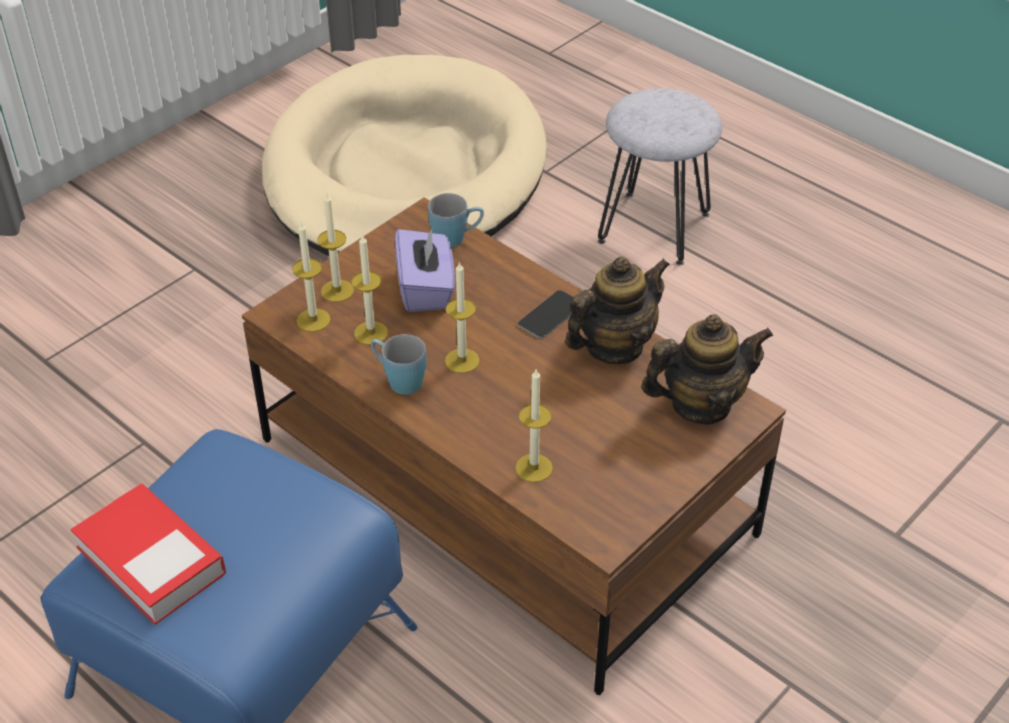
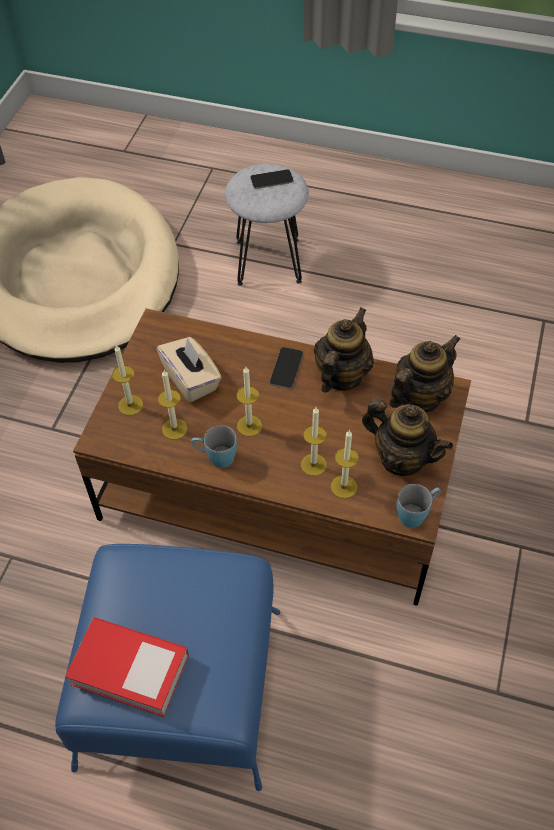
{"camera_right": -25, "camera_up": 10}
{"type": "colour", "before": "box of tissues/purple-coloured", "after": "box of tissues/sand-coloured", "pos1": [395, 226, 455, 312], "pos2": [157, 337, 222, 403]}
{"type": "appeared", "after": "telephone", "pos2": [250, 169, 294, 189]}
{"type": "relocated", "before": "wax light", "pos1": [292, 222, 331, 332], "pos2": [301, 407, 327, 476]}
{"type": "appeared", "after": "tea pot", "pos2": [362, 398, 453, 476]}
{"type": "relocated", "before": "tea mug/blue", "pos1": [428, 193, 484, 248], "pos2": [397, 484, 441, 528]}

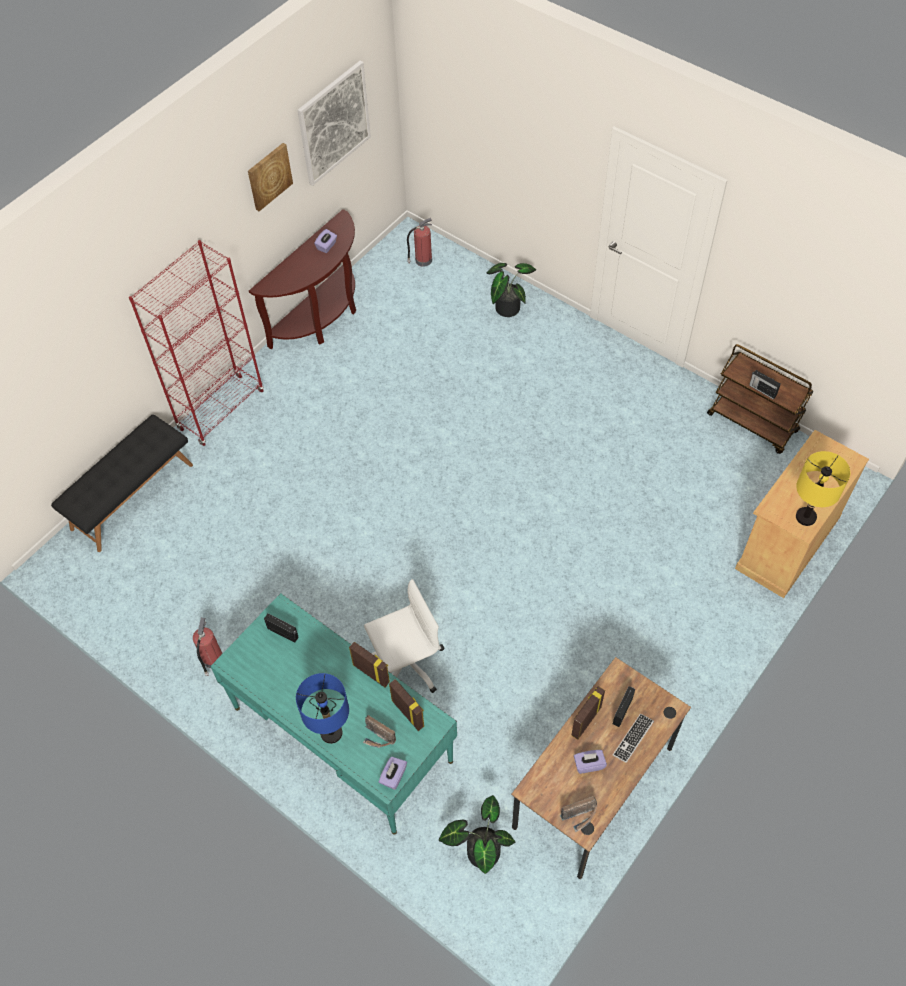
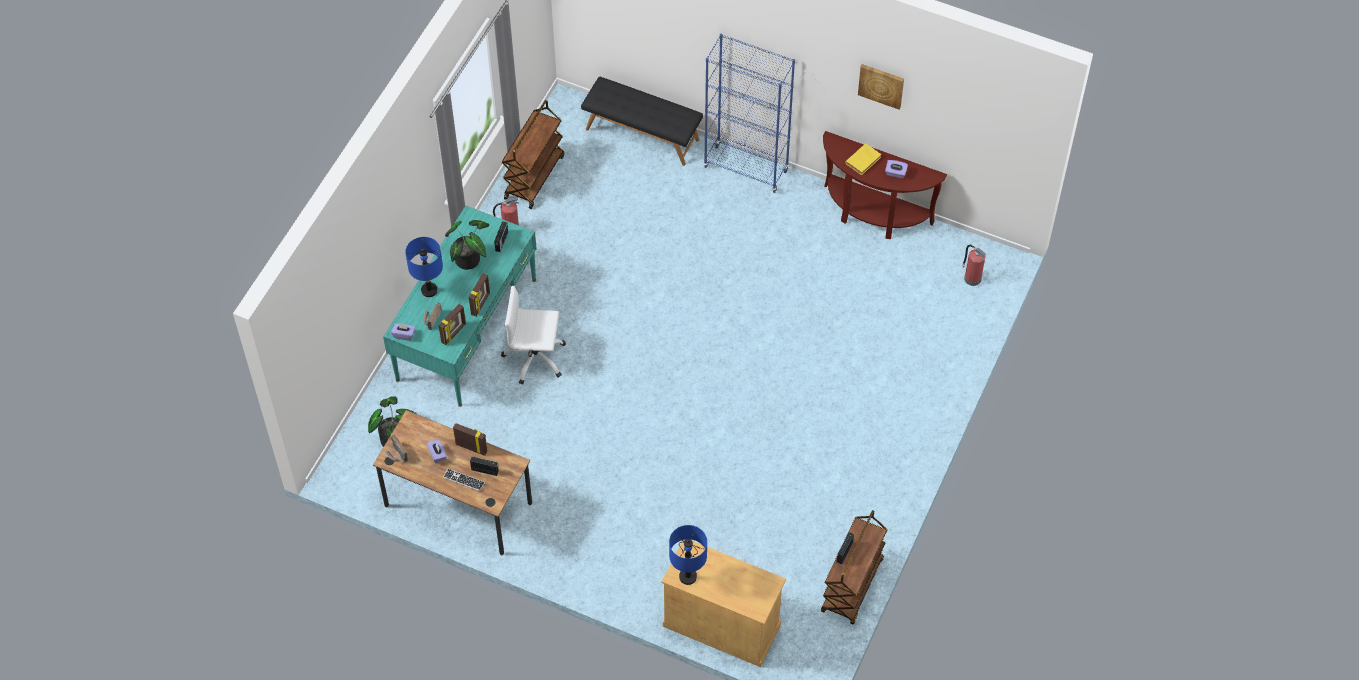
{"camera_right": 75, "camera_up": 0}
{"type": "relocated", "before": "houseplant", "pos1": [486, 263, 536, 317], "pos2": [445, 220, 489, 270]}
{"type": "spun", "before": "office chair/whitish", "pos1": [364, 579, 444, 693], "pos2": [501, 286, 566, 384], "turn": 135}
{"type": "appeared", "after": "trolley/brownish", "pos2": [502, 100, 564, 209]}
{"type": "colour", "before": "table lamp/yellowish", "after": "table lamp/blue", "pos1": [796, 451, 850, 526], "pos2": [669, 525, 707, 585]}
{"type": "colour", "before": "bookcase/red-coloured", "after": "bookcase/blue", "pos1": [129, 240, 264, 446], "pos2": [704, 34, 795, 193]}
{"type": "appeared", "after": "bound book/yellowish", "pos2": [845, 143, 881, 175]}
{"type": "missing", "before": "wall picture", "pos1": [297, 61, 371, 186]}

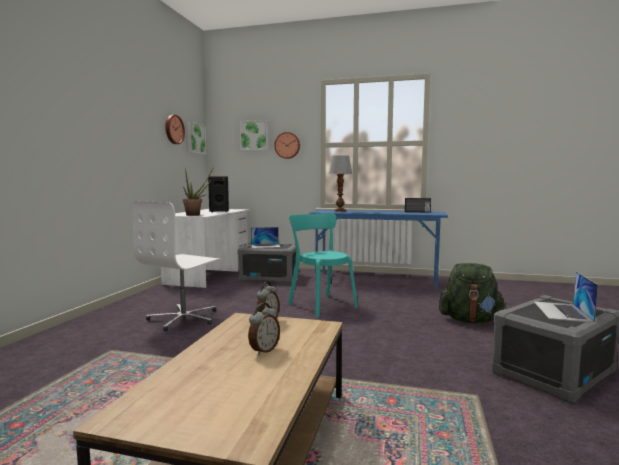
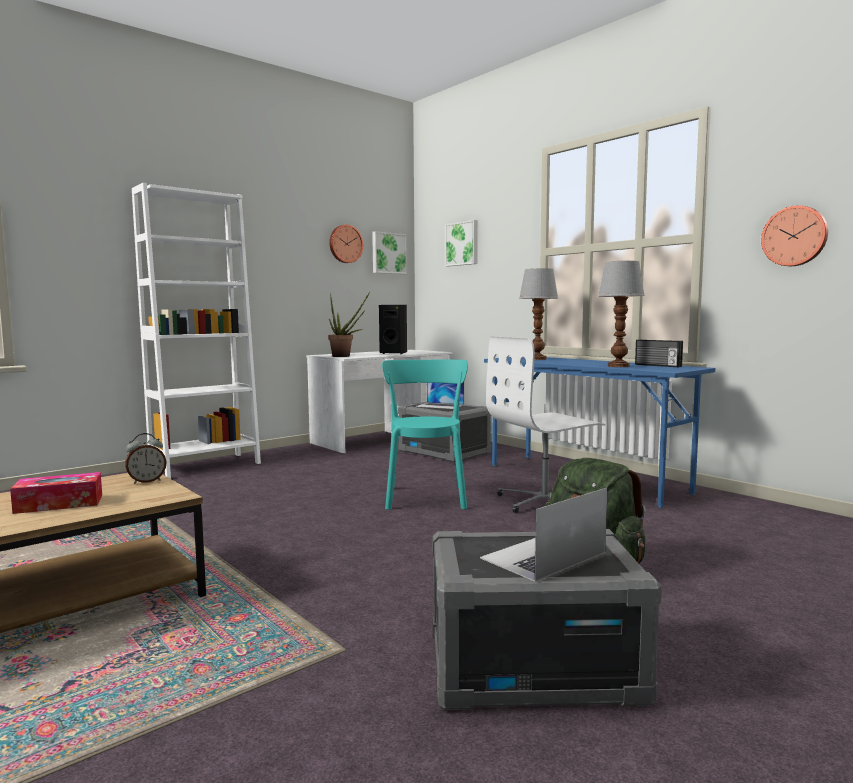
{"camera_right": 35, "camera_up": 0}
{"type": "exchanged", "before": "bedside clock", "after": "box of tissues", "pos1": [248, 303, 280, 355], "pos2": [10, 472, 102, 514]}
{"type": "appeared", "after": "bookcase/whitish", "pos2": [132, 183, 261, 479]}
{"type": "relocated", "before": "office chair/whitish", "pos1": [133, 201, 223, 331], "pos2": [486, 336, 606, 513]}
{"type": "appeared", "after": "table lamp", "pos2": [598, 261, 645, 367]}
{"type": "relocated", "before": "wall clock", "pos1": [274, 132, 300, 159], "pos2": [761, 205, 828, 266]}

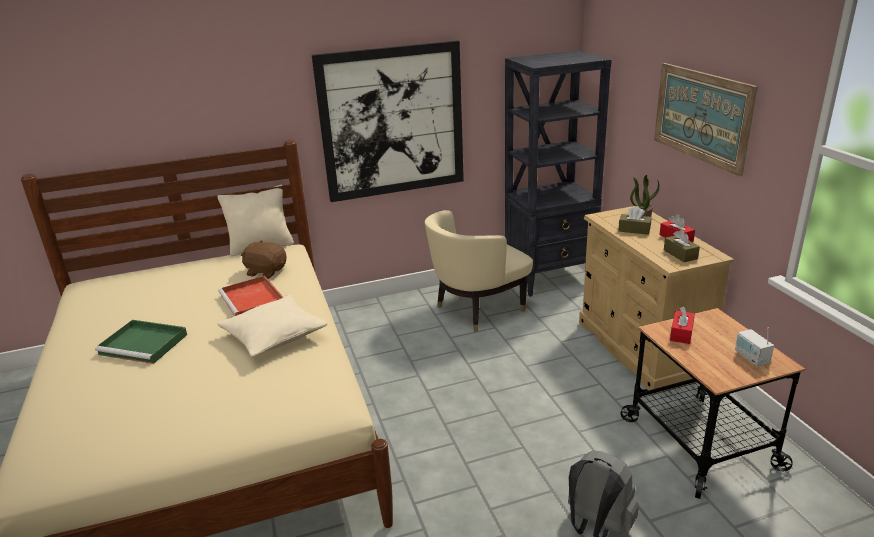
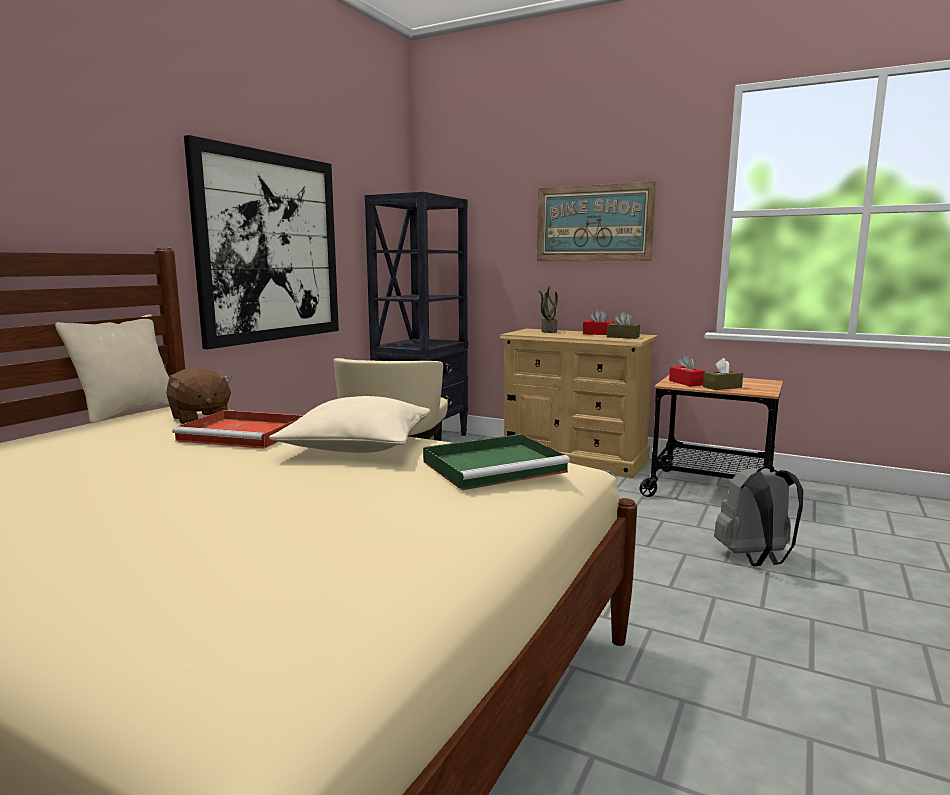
{"camera_right": -45, "camera_up": -15}
{"type": "spun", "before": "soft toy/brownish", "pos1": [241, 240, 286, 279], "pos2": [166, 367, 233, 424], "turn": -105}
{"type": "relocated", "before": "tray/greenish", "pos1": [95, 320, 187, 364], "pos2": [423, 434, 570, 490]}
{"type": "relocated", "before": "box of tissues/brownish", "pos1": [618, 206, 652, 235], "pos2": [703, 358, 743, 390]}
{"type": "missing", "before": "radio receiver", "pos1": [735, 327, 774, 367]}

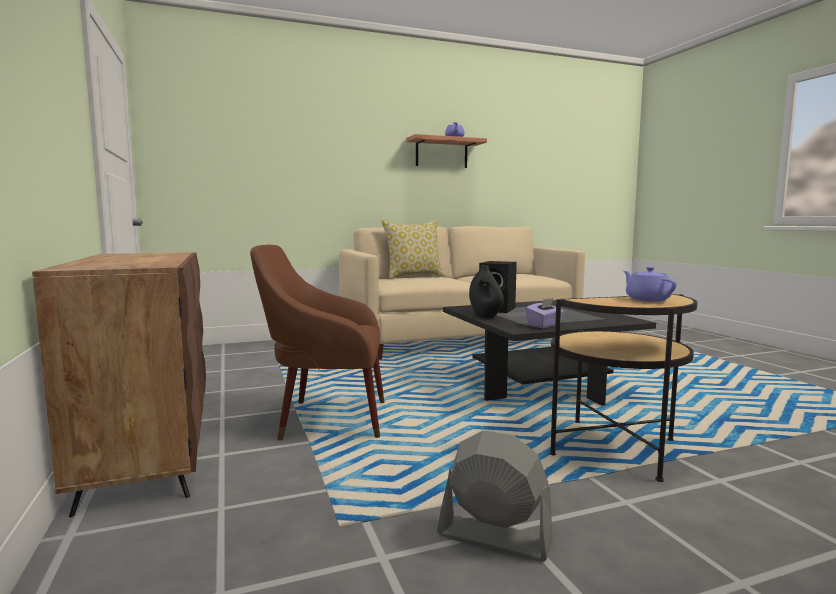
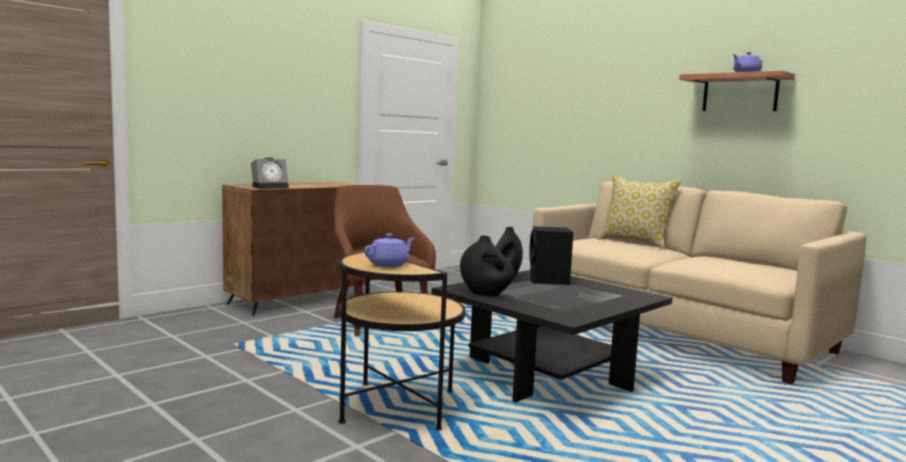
{"camera_right": 65, "camera_up": 0}
{"type": "appeared", "after": "bedside clock", "pos2": [251, 158, 289, 189]}
{"type": "exchanged", "before": "box of tissues/purple-coloured", "after": "vase/black-coloured", "pos1": [526, 298, 564, 328], "pos2": [460, 235, 515, 296]}
{"type": "missing", "before": "fan/gray", "pos1": [437, 431, 553, 562]}

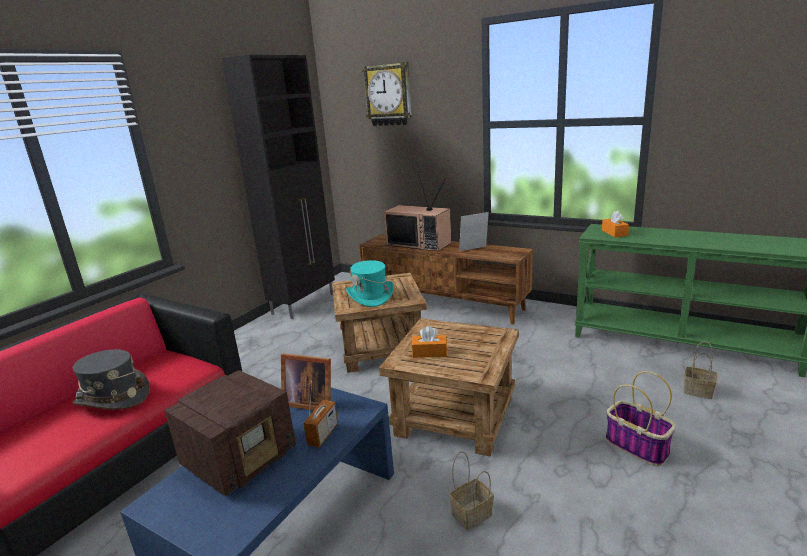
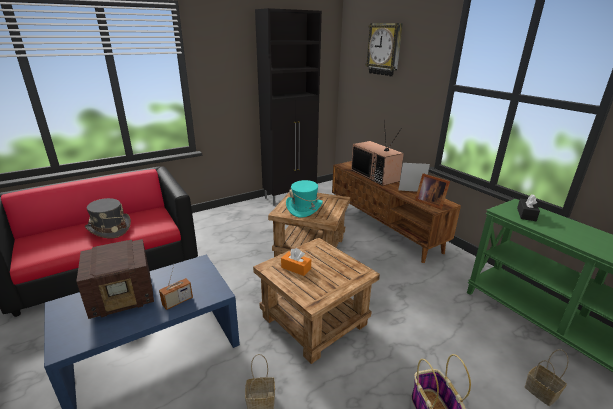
{"camera_right": 25, "camera_up": 5}
{"type": "relocated", "before": "picture frame", "pos1": [281, 353, 331, 411], "pos2": [415, 173, 450, 209]}
{"type": "colour", "before": "box of tissues/orangey", "after": "box of tissues/black-coloured", "pos1": [602, 211, 629, 237], "pos2": [517, 195, 540, 221]}

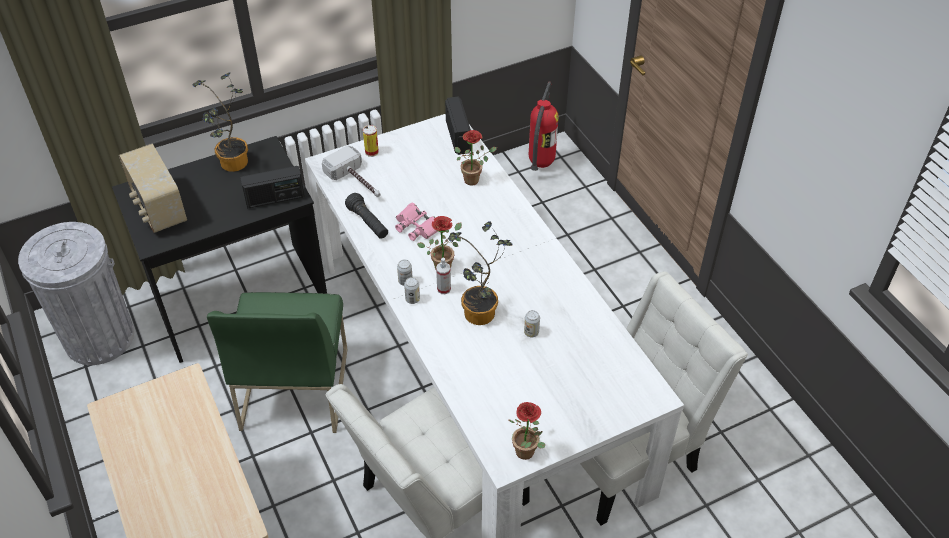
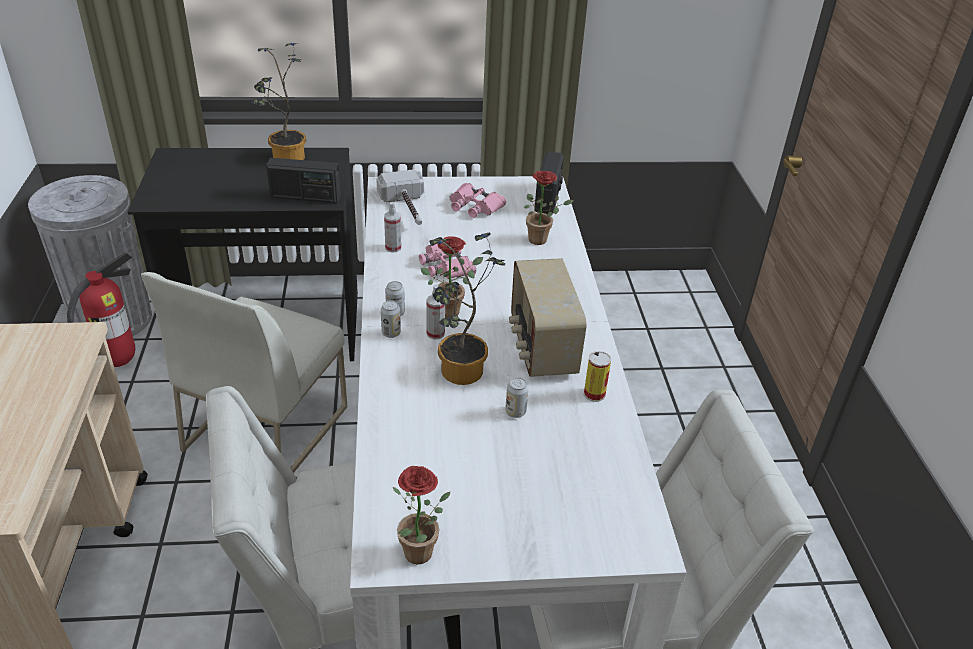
{"camera_right": 20, "camera_up": -10}
{"type": "relocated", "before": "fire extinguisher", "pos1": [529, 81, 559, 171], "pos2": [67, 252, 135, 367]}
{"type": "colour", "before": "plain chair/greenish", "after": "plain chair/whitish", "pos1": [207, 292, 347, 433], "pos2": [141, 272, 347, 473]}
{"type": "exchanged", "before": "hand torch/black-coloured", "after": "sprayer", "pos1": [345, 193, 388, 239], "pos2": [384, 202, 401, 253]}
{"type": "appeared", "after": "pair of binoculars/pinkish", "pos2": [449, 183, 506, 218]}
{"type": "relocated", "before": "radio receiver", "pos1": [119, 144, 187, 233], "pos2": [509, 258, 586, 377]}
{"type": "relocated", "before": "can", "pos1": [363, 125, 379, 157], "pos2": [584, 351, 612, 402]}

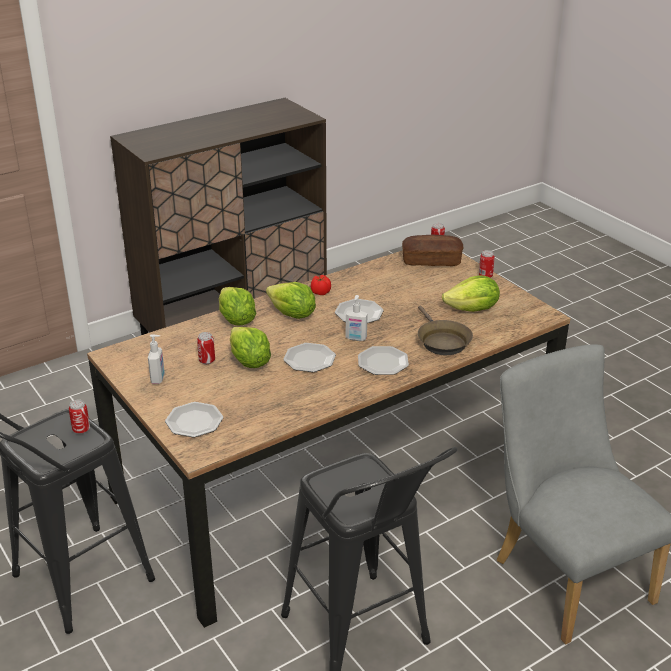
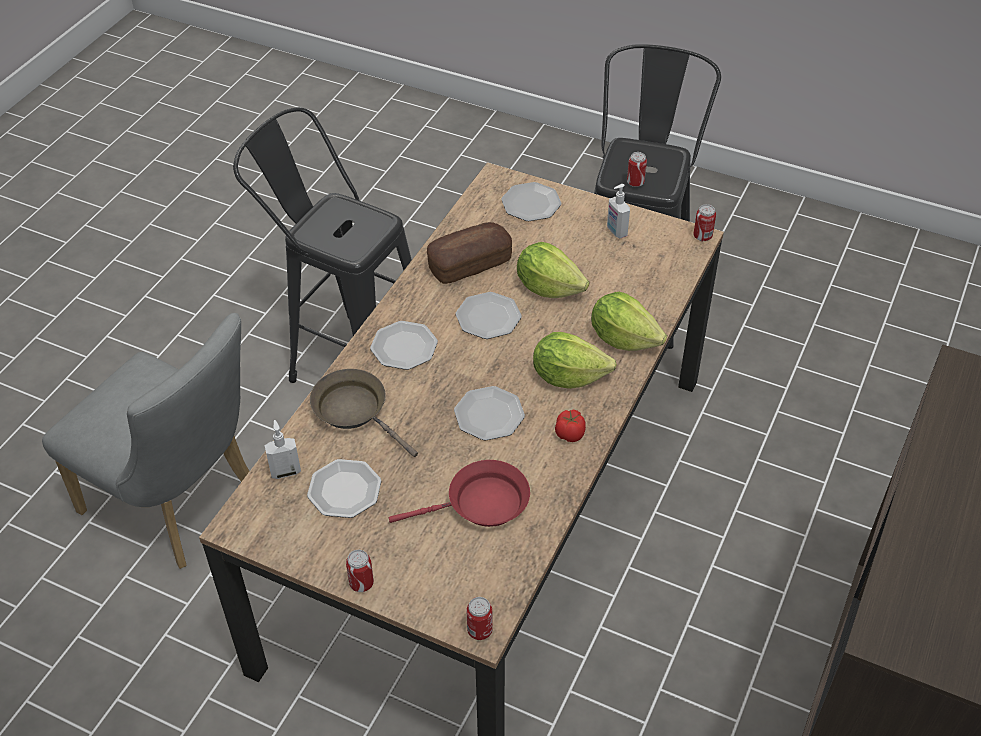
{"camera_right": 150, "camera_up": 15}
{"type": "relocated", "before": "soap dispenser", "pos1": [346, 295, 367, 341], "pos2": [265, 420, 301, 479]}
{"type": "exchanged", "before": "lettuce head", "after": "flat dish", "pos1": [442, 275, 500, 312], "pos2": [307, 459, 381, 518]}
{"type": "appeared", "after": "frying pan/red-coloured", "pos2": [389, 460, 530, 527]}
{"type": "relocated", "before": "bread", "pos1": [402, 235, 464, 266], "pos2": [427, 222, 512, 284]}
{"type": "relocated", "before": "can", "pos1": [197, 332, 215, 364], "pos2": [693, 204, 716, 241]}

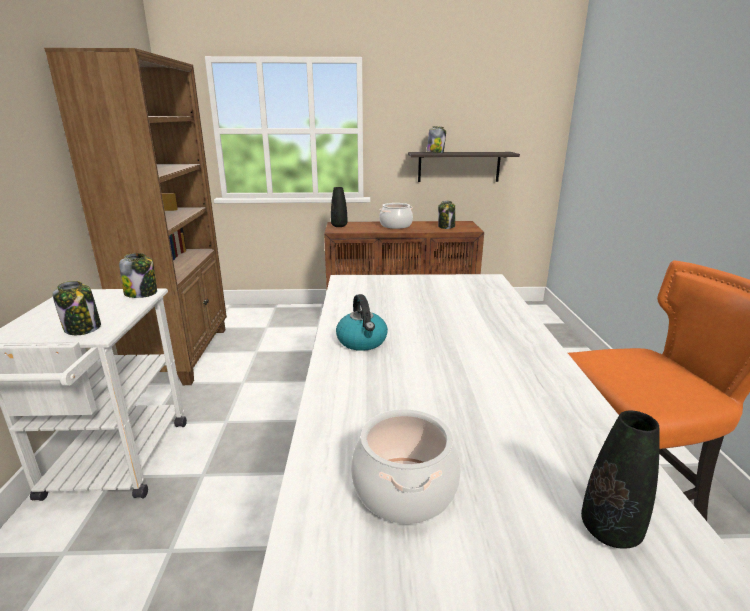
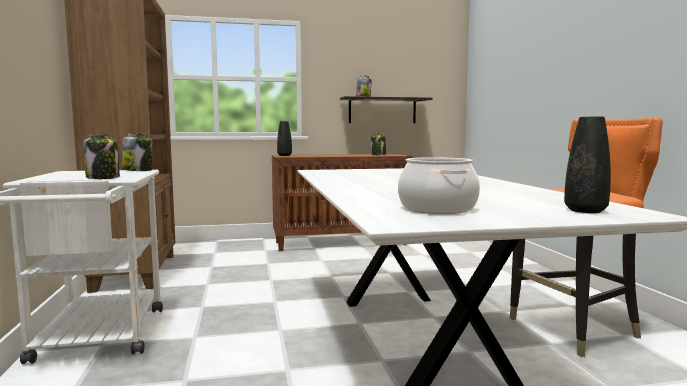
{"camera_right": -10, "camera_up": -15}
{"type": "missing", "before": "kettle", "pos1": [336, 294, 388, 351]}
{"type": "missing", "before": "saucepot", "pos1": [379, 203, 413, 229]}

